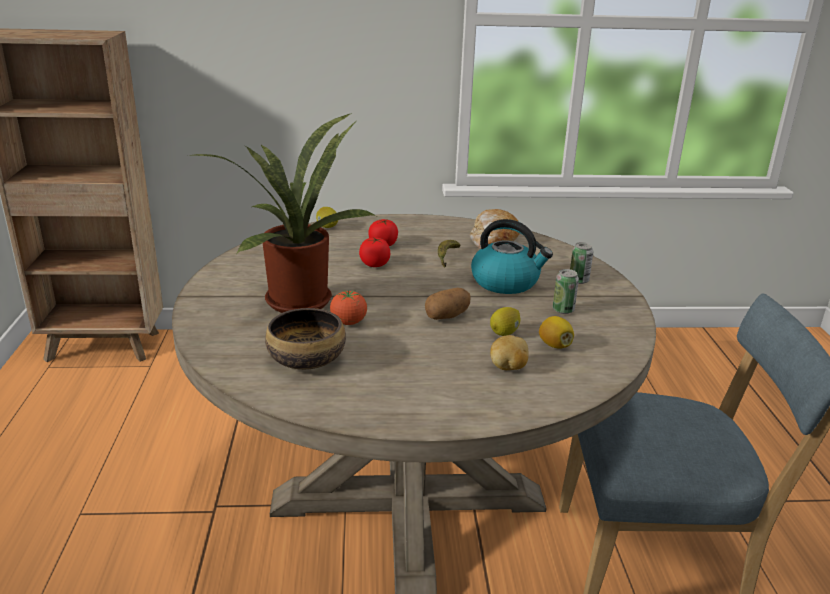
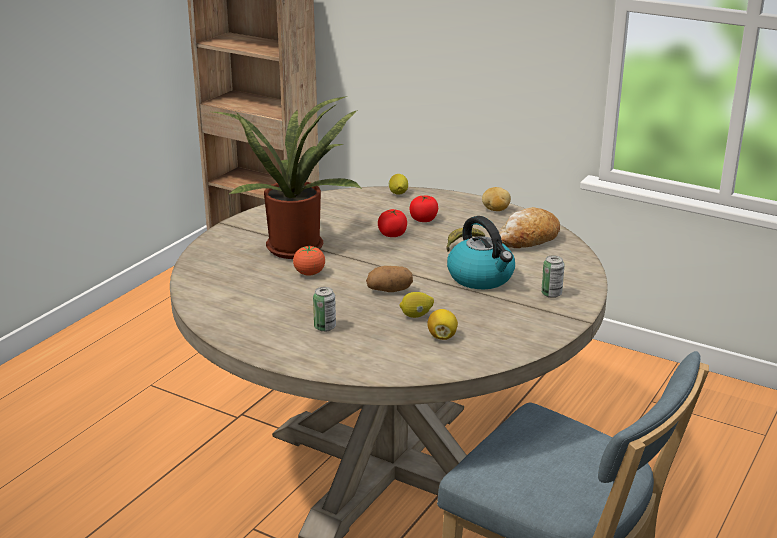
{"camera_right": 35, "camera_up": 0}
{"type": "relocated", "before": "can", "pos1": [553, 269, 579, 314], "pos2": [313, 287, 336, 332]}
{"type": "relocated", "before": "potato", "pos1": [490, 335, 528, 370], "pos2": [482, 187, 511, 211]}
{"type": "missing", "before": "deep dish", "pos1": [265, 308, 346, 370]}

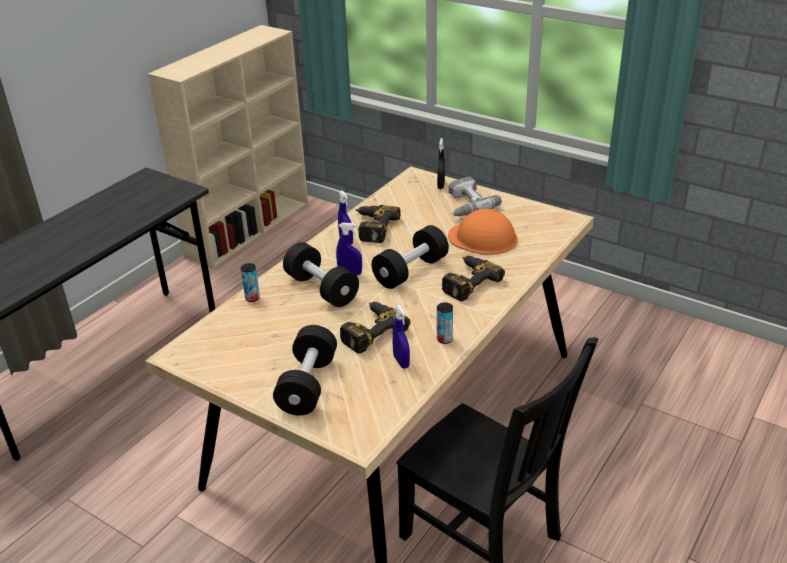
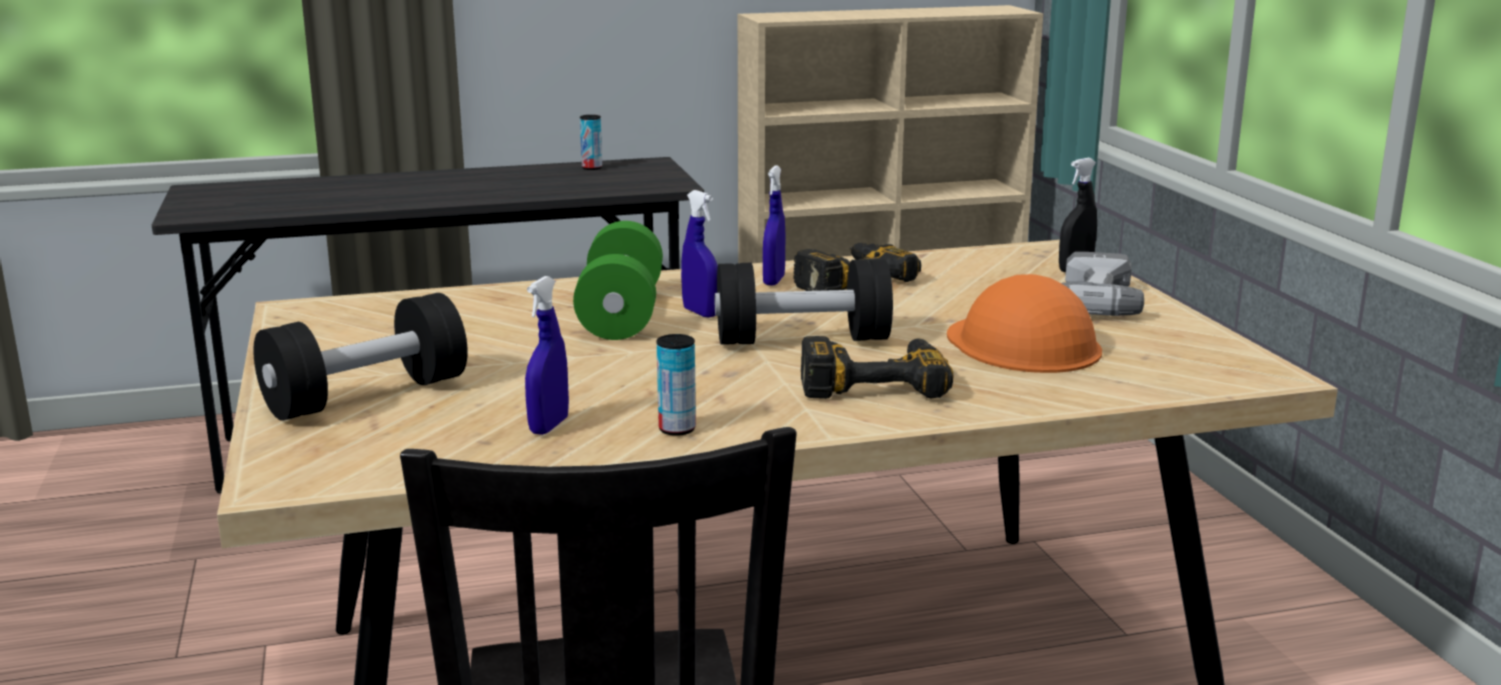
{"camera_right": 40, "camera_up": -15}
{"type": "colour", "before": "dumbbell/black-coloured", "after": "dumbbell/greenish", "pos1": [283, 242, 359, 307], "pos2": [573, 221, 663, 340]}
{"type": "relocated", "before": "can", "pos1": [241, 263, 260, 302], "pos2": [580, 115, 602, 170]}
{"type": "missing", "before": "electric drill", "pos1": [340, 302, 410, 354]}

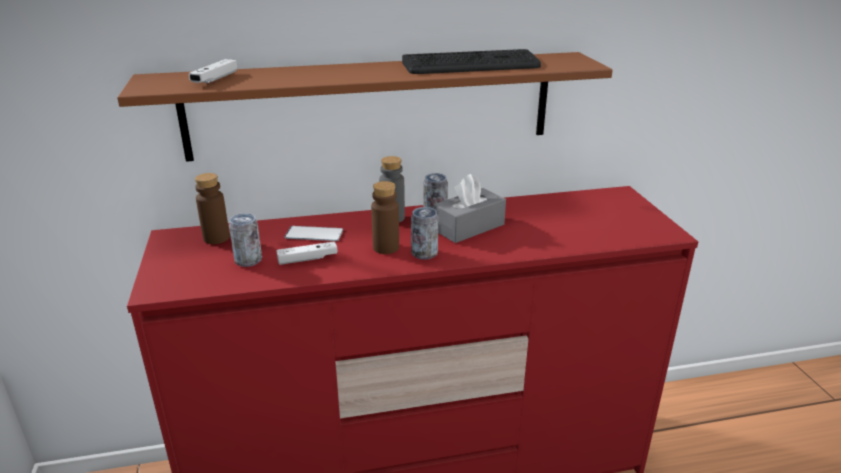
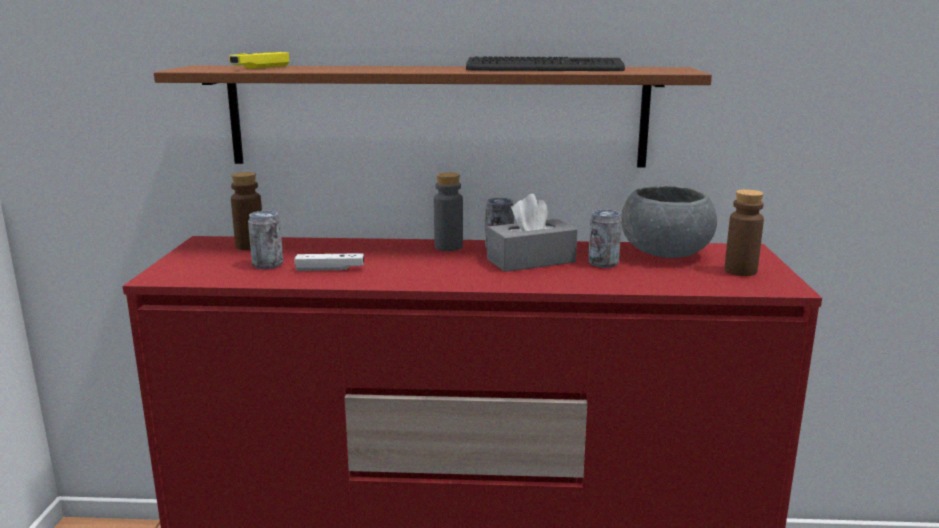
{"camera_right": 15, "camera_up": -10}
{"type": "colour", "before": "game controller/whitish", "after": "game controller/yellowish", "pos1": [189, 59, 238, 83], "pos2": [229, 52, 289, 69]}
{"type": "relocated", "before": "can", "pos1": [411, 207, 438, 260], "pos2": [588, 210, 622, 268]}
{"type": "appeared", "after": "deep dish/gray", "pos2": [621, 186, 717, 258]}
{"type": "relocated", "before": "drink bottle/brownish", "pos1": [371, 181, 399, 254], "pos2": [724, 189, 764, 276]}
{"type": "missing", "before": "telephone", "pos1": [284, 226, 343, 241]}

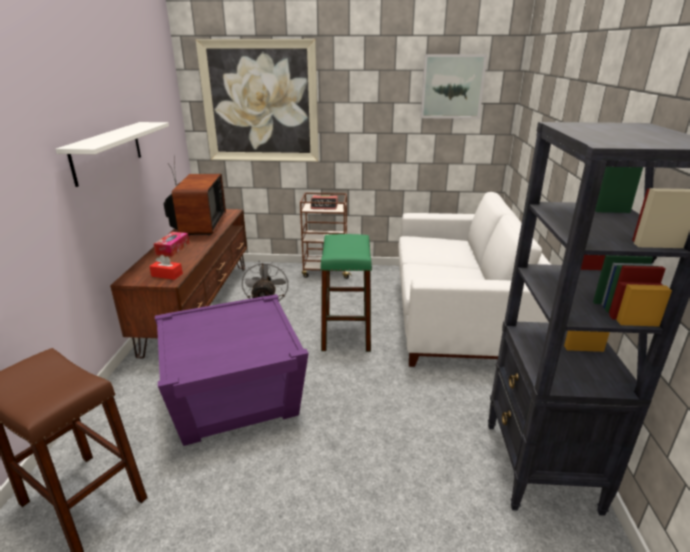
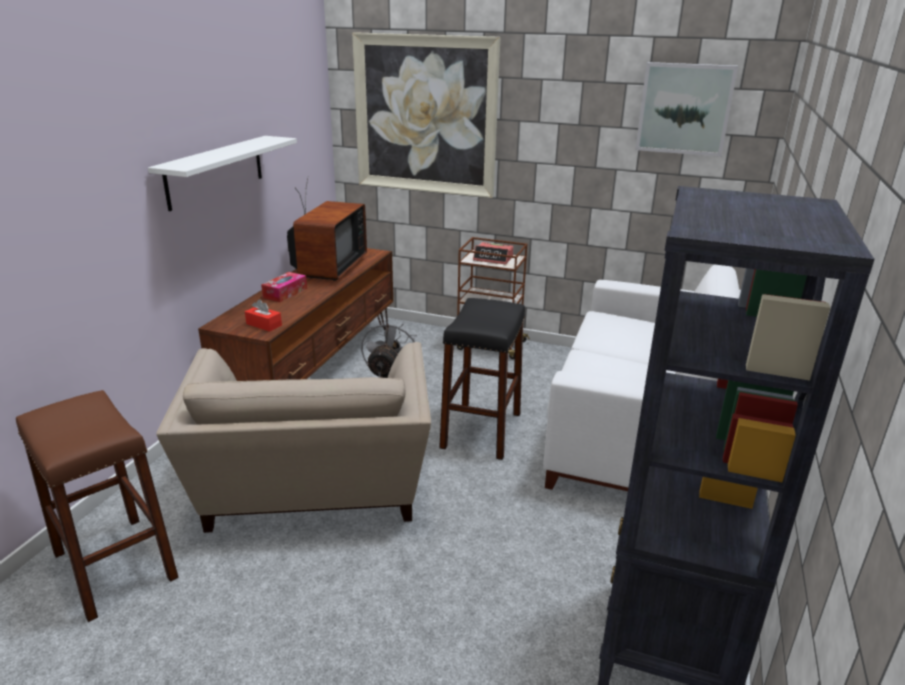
{"camera_right": 15, "camera_up": 0}
{"type": "exchanged", "before": "side table/purple-coloured", "after": "lounge chair/sand-coloured", "pos1": [155, 294, 309, 446], "pos2": [156, 342, 431, 533]}
{"type": "colour", "before": "stool/greenish", "after": "stool/black-coloured", "pos1": [320, 234, 372, 352], "pos2": [439, 298, 525, 460]}

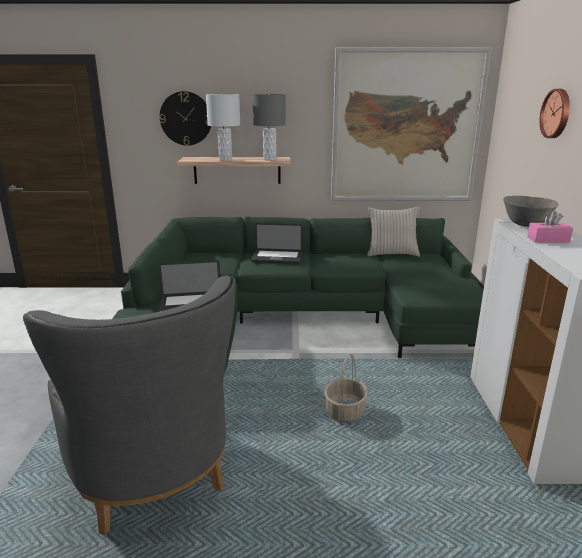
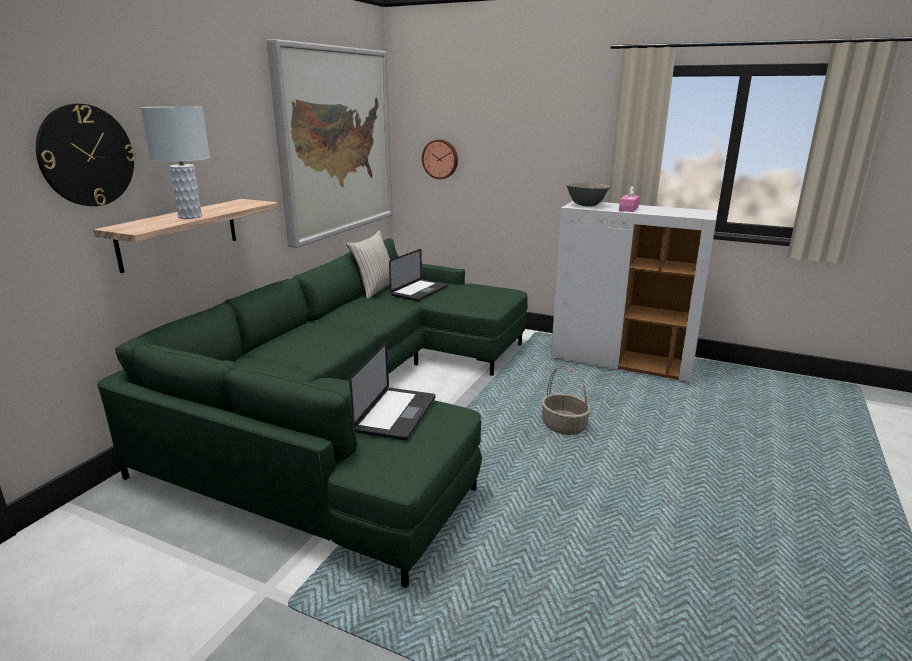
{"camera_right": -65, "camera_up": 0}
{"type": "relocated", "before": "portable computer", "pos1": [251, 223, 303, 264], "pos2": [389, 249, 448, 301]}
{"type": "relocated", "before": "wall clock", "pos1": [540, 89, 570, 138], "pos2": [422, 139, 458, 179]}
{"type": "missing", "before": "lounge chair/gray", "pos1": [23, 275, 235, 535]}
{"type": "missing", "before": "table lamp/gray", "pos1": [252, 94, 286, 160]}

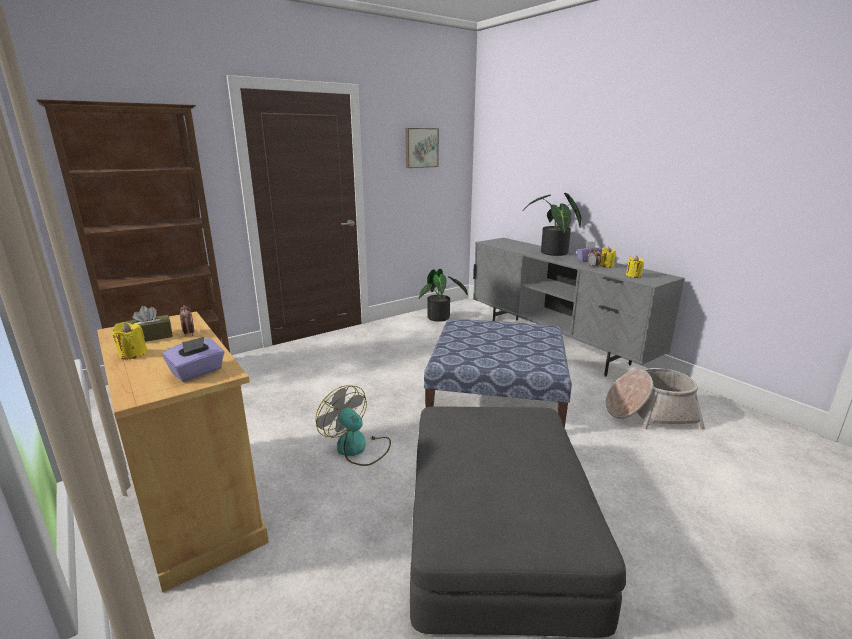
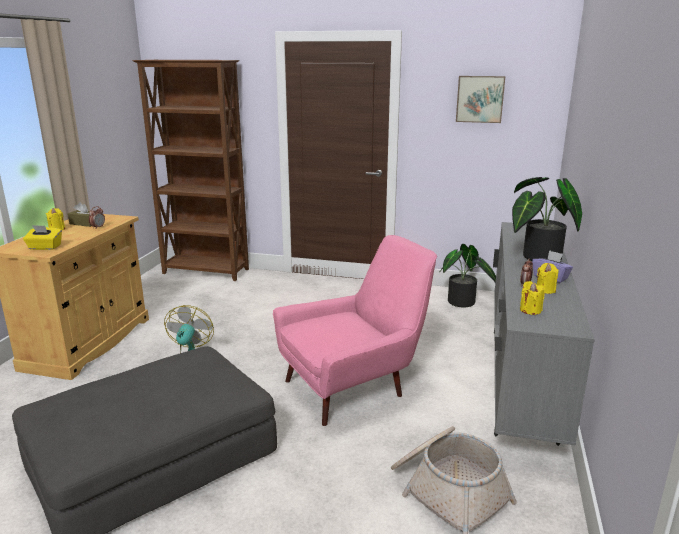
{"camera_right": 50, "camera_up": 0}
{"type": "colour", "before": "box of tissues/purple-coloured", "after": "box of tissues/yellowish", "pos1": [162, 336, 224, 382], "pos2": [23, 225, 62, 250]}
{"type": "exchanged", "before": "ottoman", "after": "lounge chair/pinkish", "pos1": [424, 319, 572, 428], "pos2": [273, 235, 437, 426]}

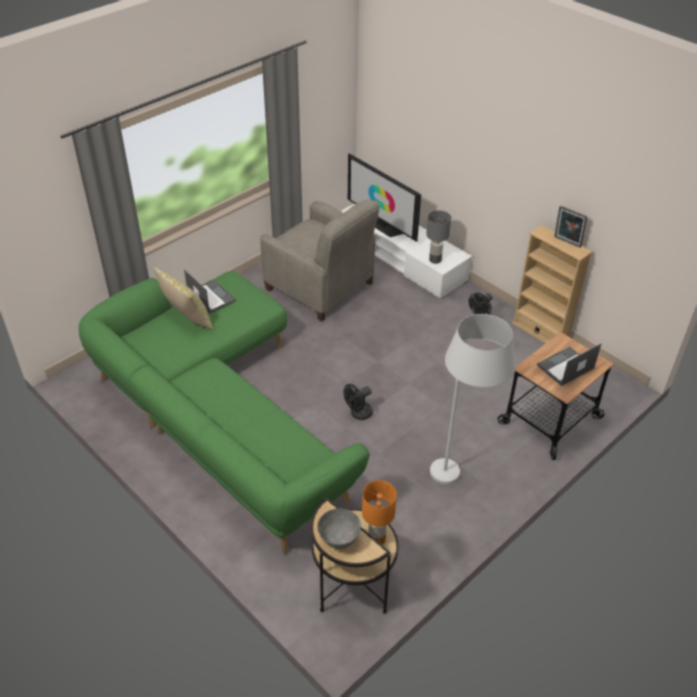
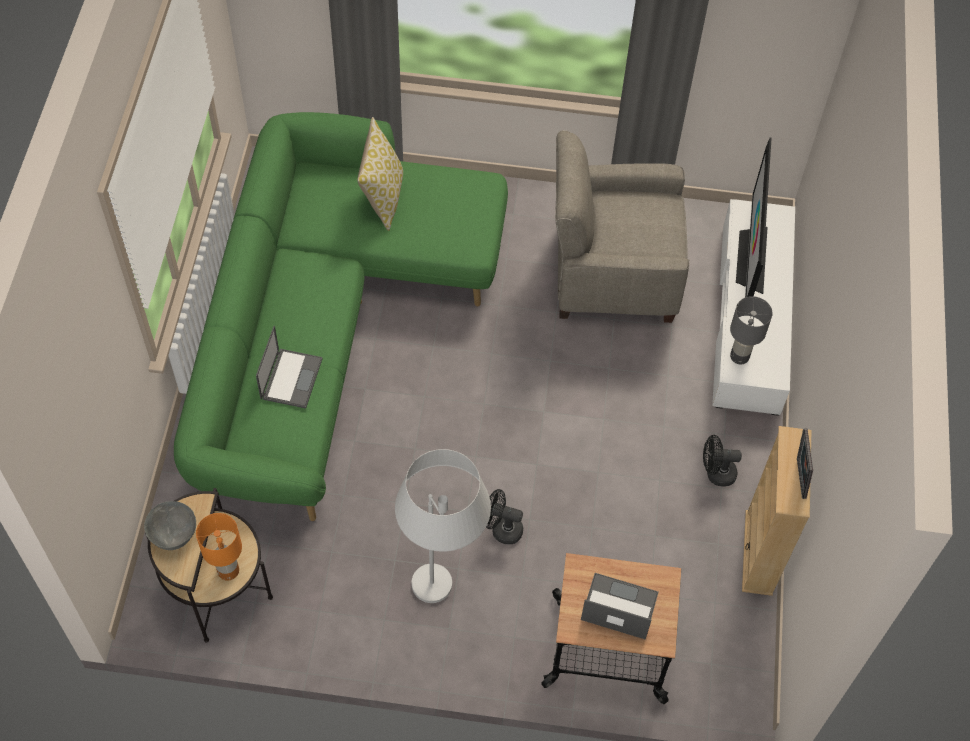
{"camera_right": 50, "camera_up": 15}
{"type": "relocated", "before": "portable computer", "pos1": [184, 270, 236, 314], "pos2": [256, 326, 323, 409]}
{"type": "relocated", "before": "fan/black-coloured", "pos1": [343, 384, 373, 420], "pos2": [486, 489, 523, 545]}
{"type": "spun", "before": "lounge chair/sand-coloured", "pos1": [260, 200, 380, 321], "pos2": [555, 130, 689, 323], "turn": 90}

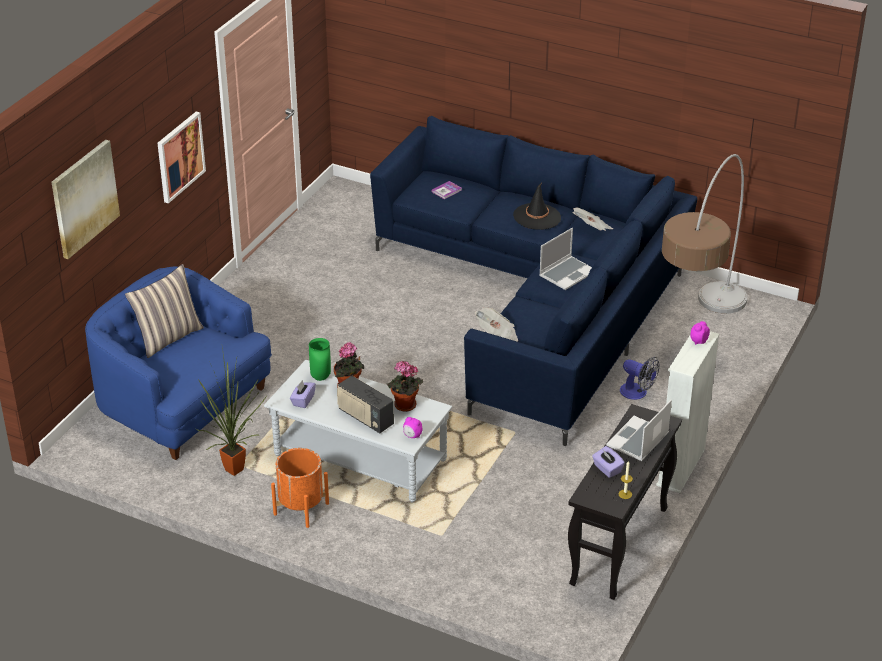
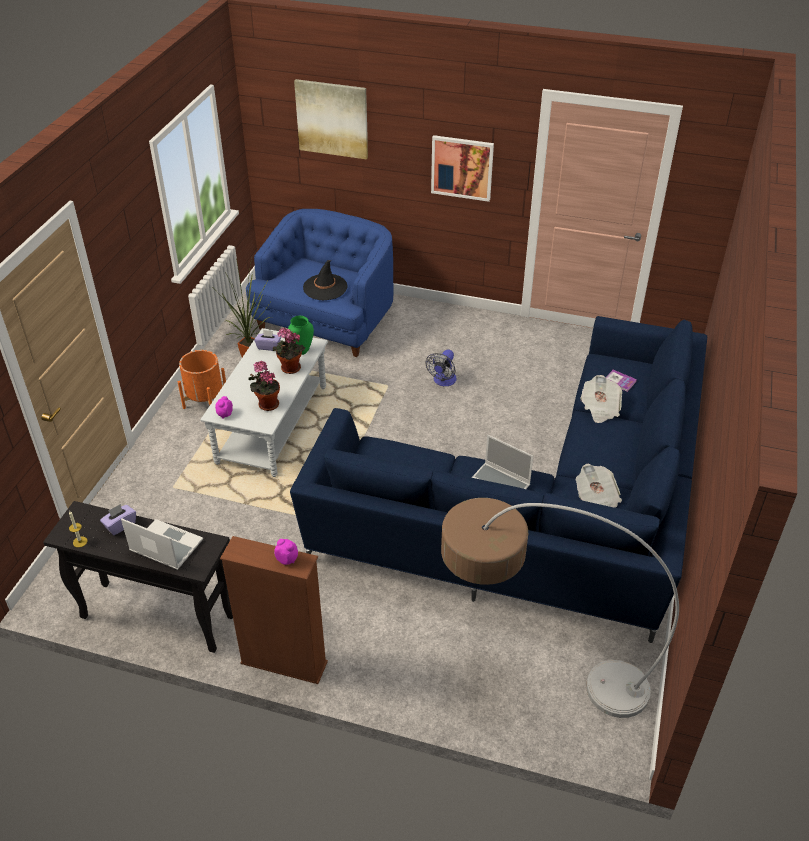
{"camera_right": 80, "camera_up": 5}
{"type": "colour", "before": "bookcase/whitish", "after": "bookcase/brownish", "pos1": [656, 331, 719, 493], "pos2": [220, 536, 328, 684]}
{"type": "relocated", "before": "hat/black-coloured", "pos1": [513, 183, 561, 230], "pos2": [303, 260, 348, 300]}
{"type": "relocated", "before": "fan", "pos1": [620, 357, 660, 400], "pos2": [426, 349, 456, 386]}
{"type": "relocated", "before": "daily paper", "pos1": [475, 308, 518, 342], "pos2": [581, 375, 622, 423]}
{"type": "missing", "before": "cushion", "pos1": [125, 264, 204, 358]}
{"type": "missing", "before": "radio receiver", "pos1": [337, 376, 394, 433]}

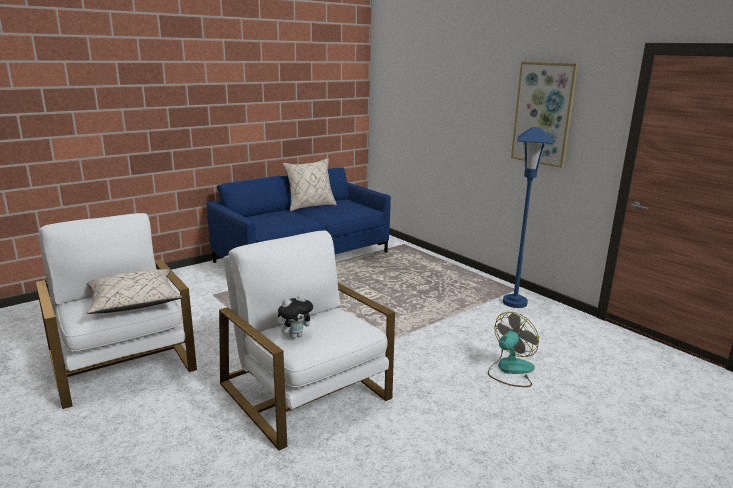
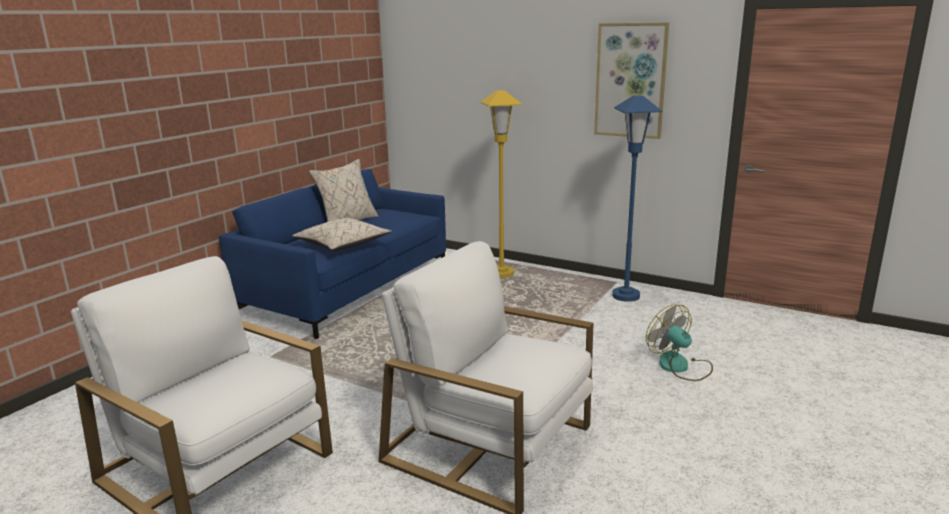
{"camera_right": -20, "camera_up": 0}
{"type": "relocated", "before": "cushion/sand-coloured", "pos1": [86, 269, 182, 314], "pos2": [292, 218, 392, 251]}
{"type": "appeared", "after": "standard lamp/yellowish", "pos2": [480, 90, 522, 278]}
{"type": "spun", "before": "fan", "pos1": [488, 312, 539, 387], "pos2": [646, 305, 713, 381], "turn": -60}
{"type": "missing", "before": "soft toy", "pos1": [278, 294, 315, 339]}

